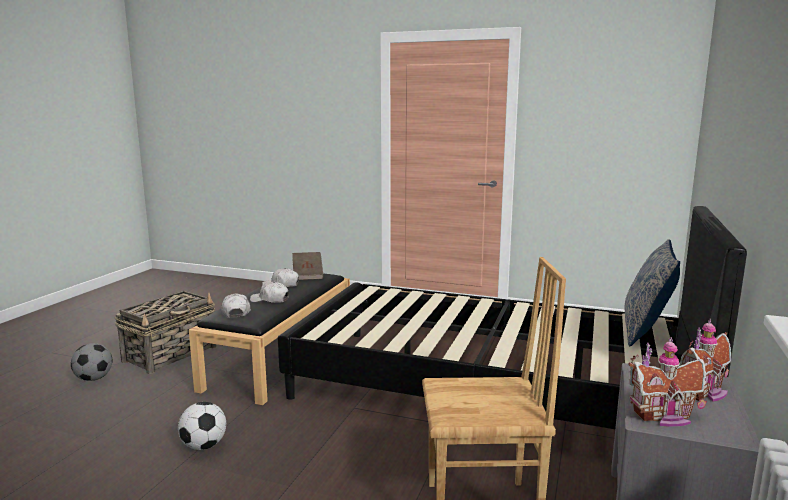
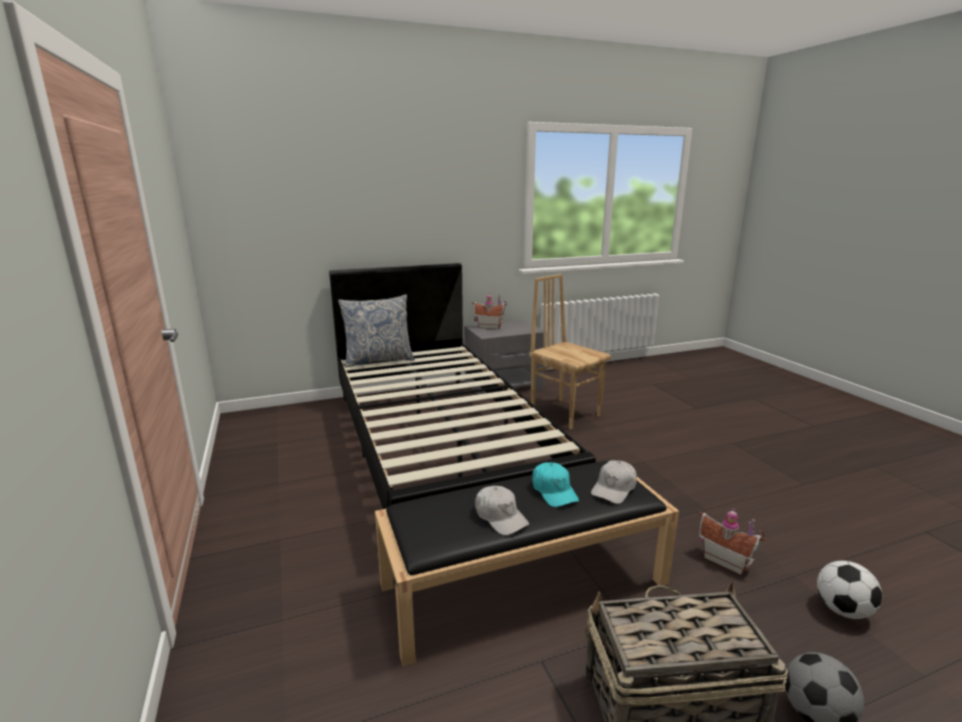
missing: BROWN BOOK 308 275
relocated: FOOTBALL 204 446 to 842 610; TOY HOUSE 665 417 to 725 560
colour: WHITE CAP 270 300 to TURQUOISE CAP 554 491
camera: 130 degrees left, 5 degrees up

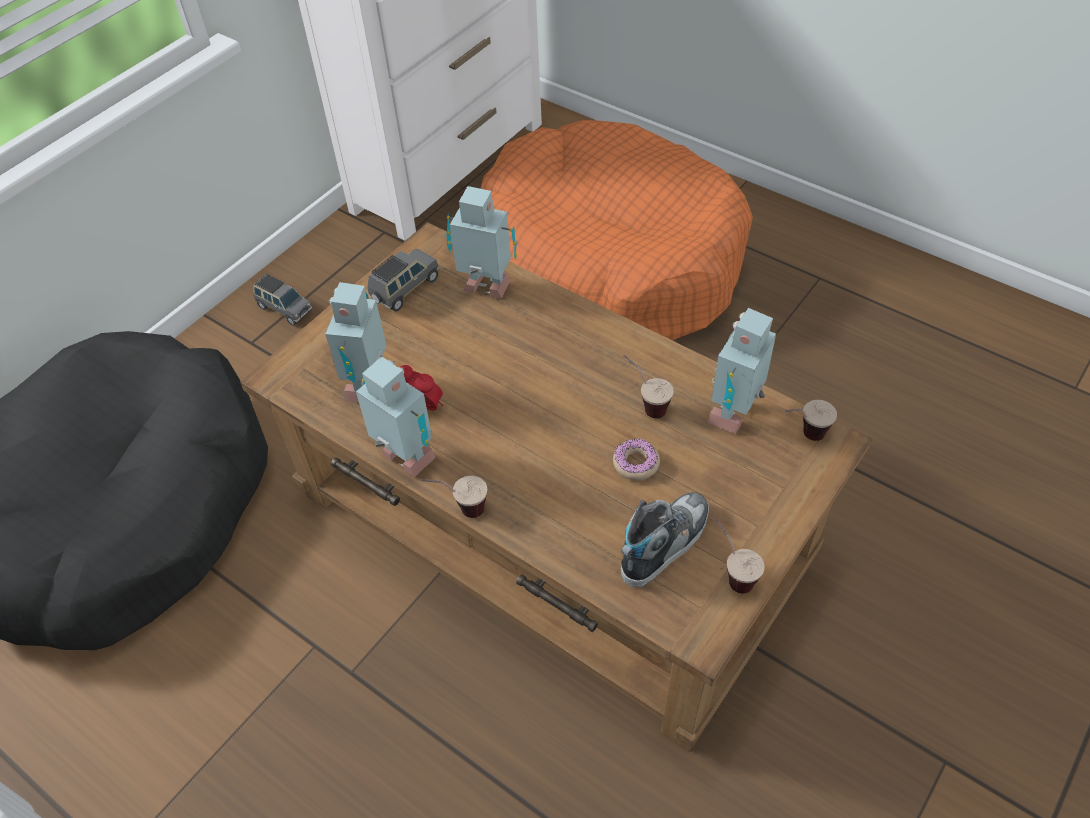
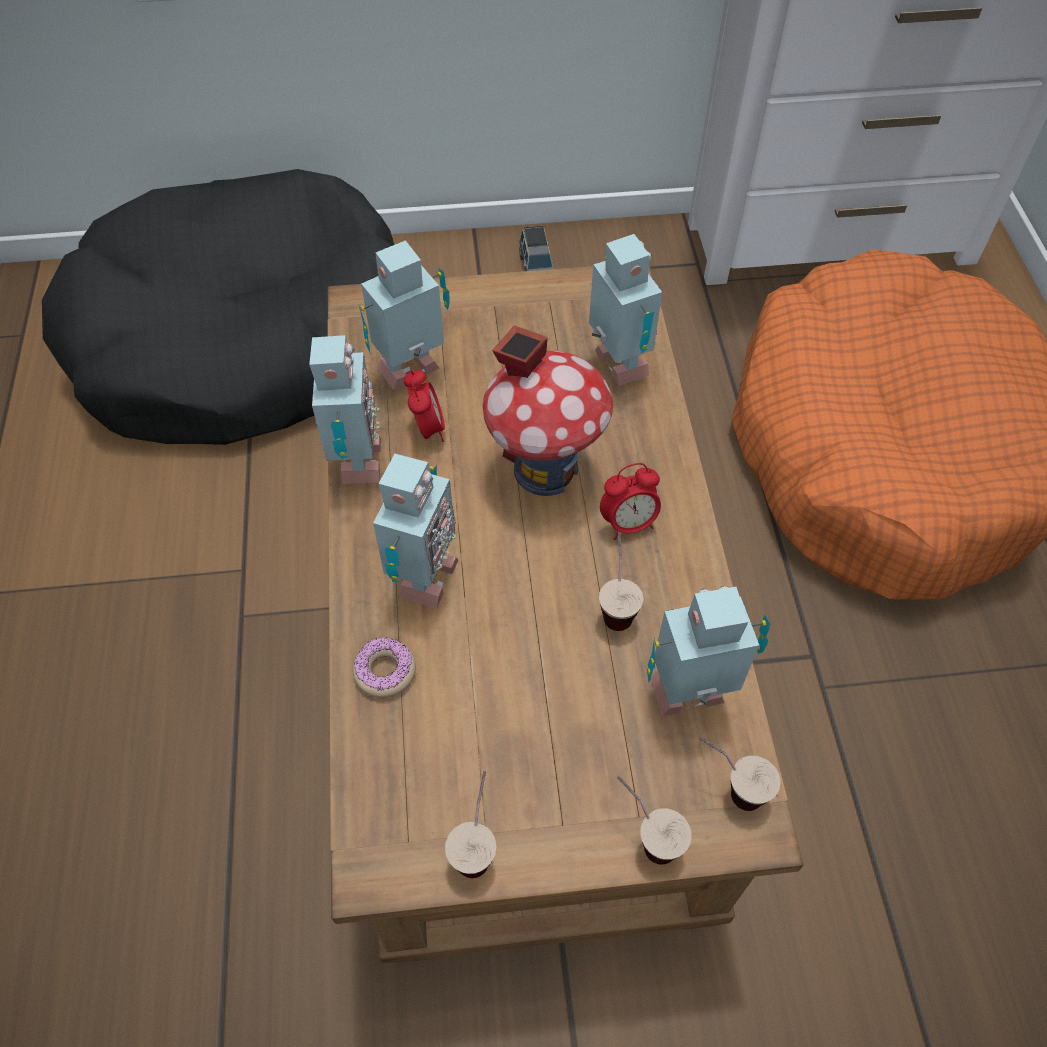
missing: GREY TOY CAR 404 289; SHOE 664 543
appeared: TOY ROBOT 422 579; TOY HOUSE 545 469; ALARM CLOCK 628 524
relocated: CUP 458 509 to 644 834; DONUT 636 463 to 385 671
camera: 45 degrees right, 5 degrees up

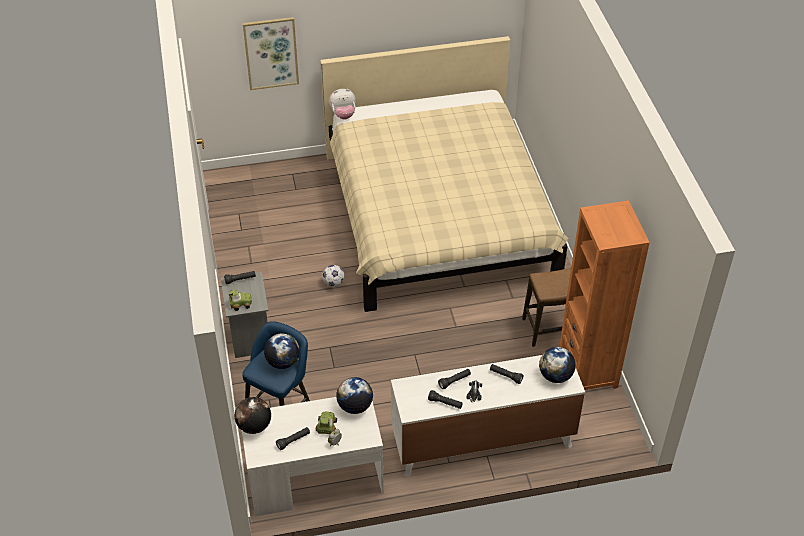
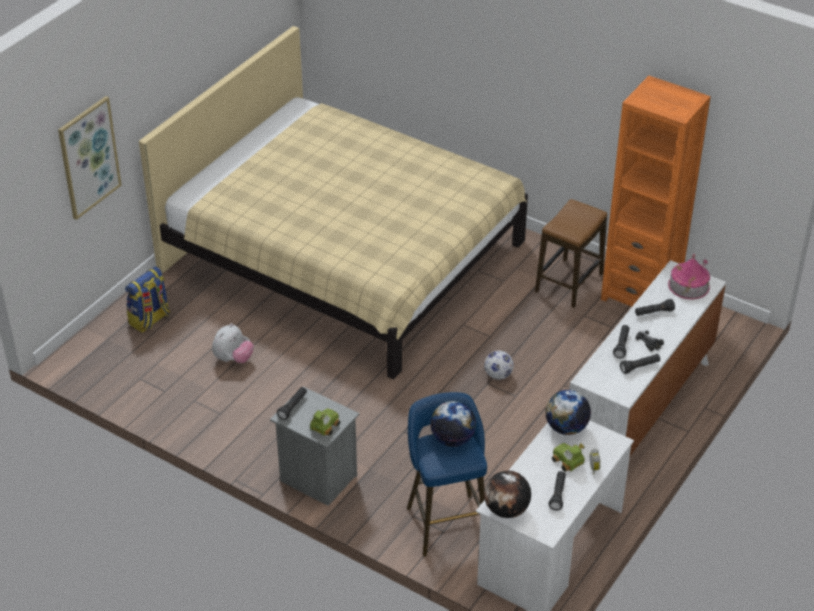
appeared: BACKPACK 150 320
relocated: FOOTBALL 333 283 to 498 375; PLUSH TOY 343 115 to 233 359
exchanged: GLOBE 555 376 to TOY HOUSE 688 285
camera: 45 degrees left, 5 degrees down

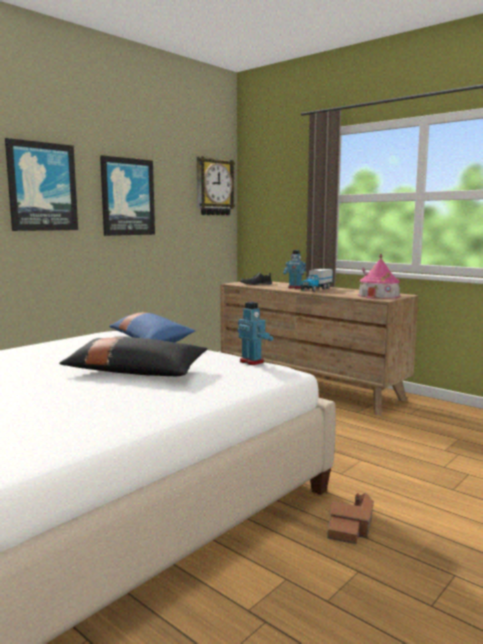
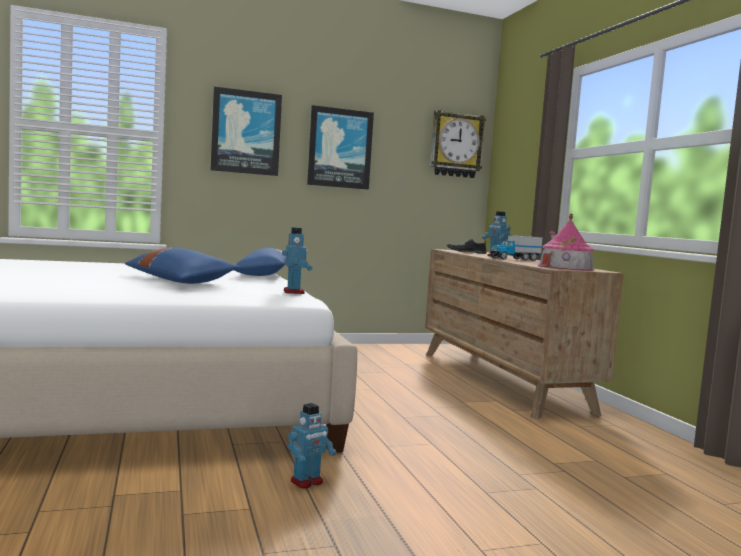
exchanged: TOY HOUSE 351 529 to TOY ROBOT 307 482
colour: BLACK PILLOW 135 371 to BLUE PILLOW 179 280
camera: 30 degrees right, 5 degrees down

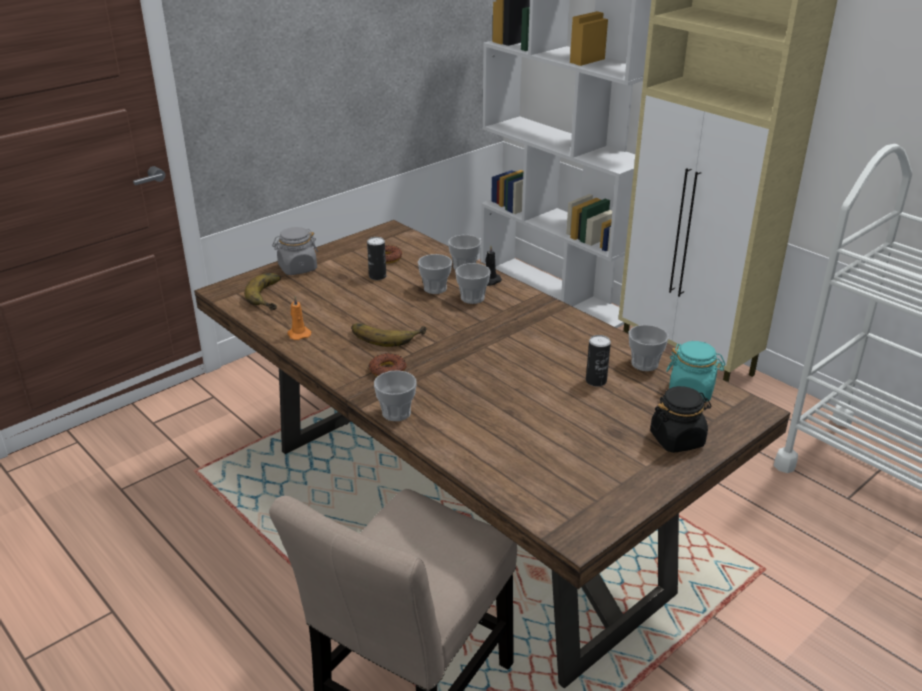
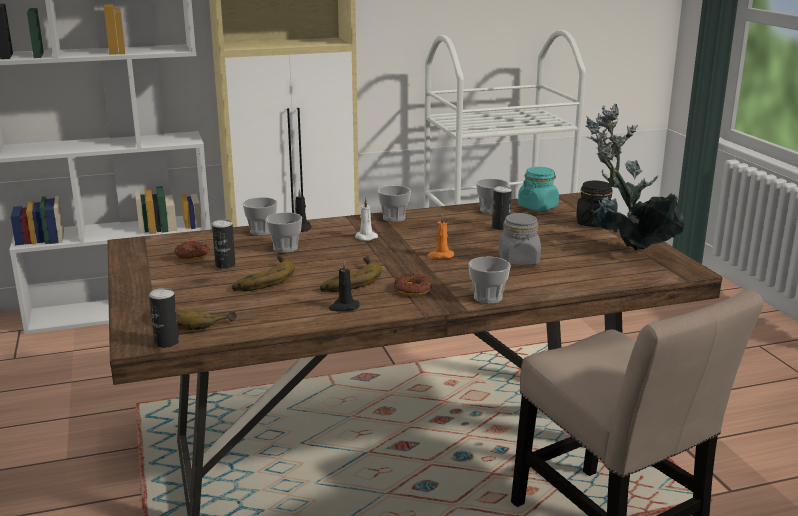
appeared: CAN 167 343; BANANA 261 279; BLACK CANDLE 343 307; WHITE CANDLE 365 237; POTTED PLANT 624 252
relocated: GREY JAR 297 268 to 519 260; ORANGE CANDLE 298 334 to 440 256; CUP 472 298 to 394 218
camera: 65 degrees left, 10 degrees down

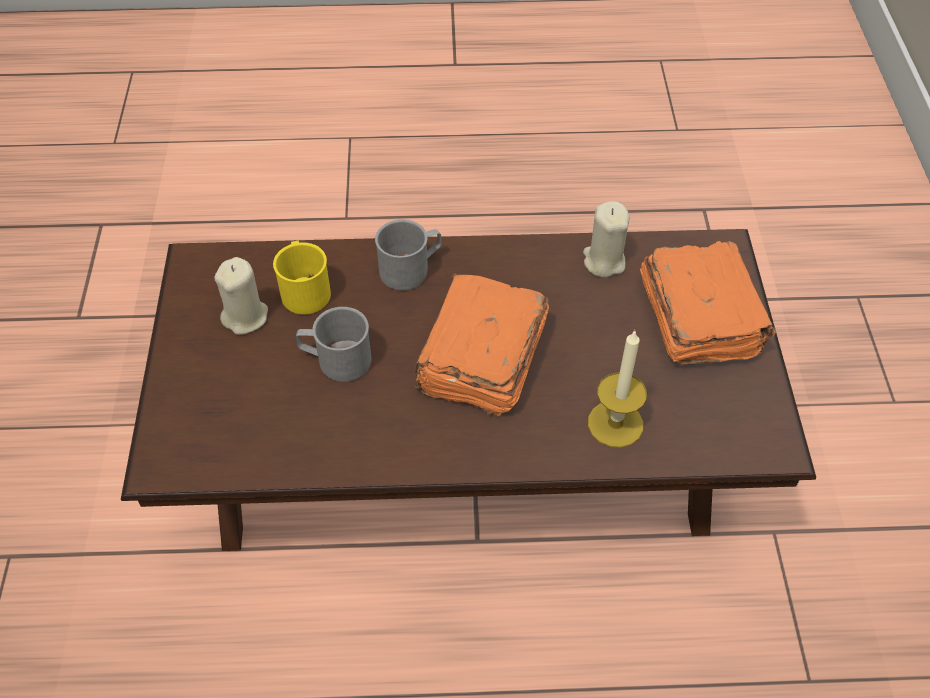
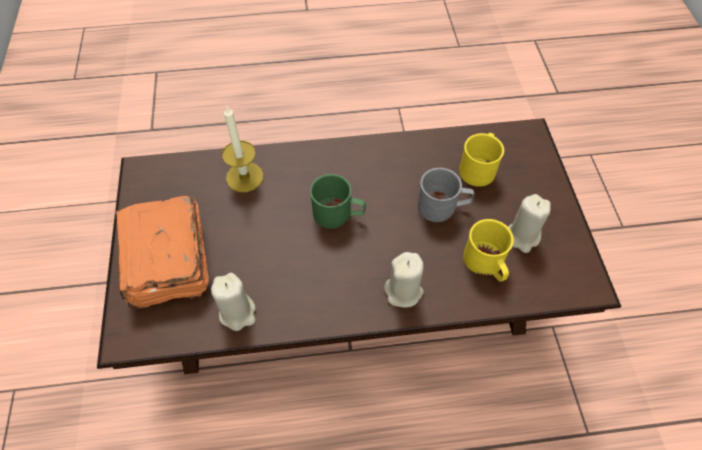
appeared: YELLOW MUG 479 167
exchanged: GREY MUG 411 269 to BEIGE CANDLE 403 291; ORANGE BOOK 480 360 to GREEN MUG 338 214
camera: 175 degrees right, 5 degrees up

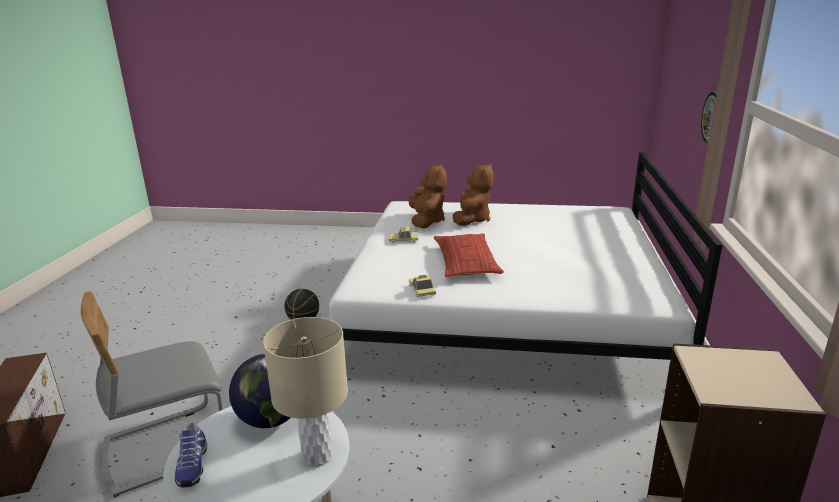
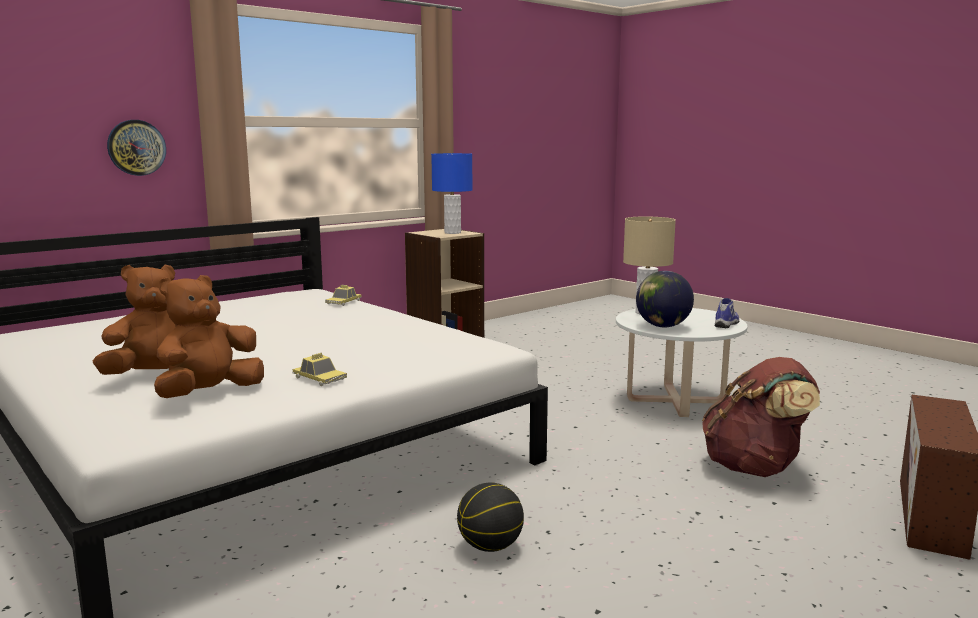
missing: PILLOW 466 261
appeared: BLUE TABLE LAMP 452 232
relocated: TOY CAR 422 290 to 343 302
exchanged: GREY CHAIR 165 447 to BROWN BACKPACK 755 468
camera: 140 degrees left, 10 degrees down

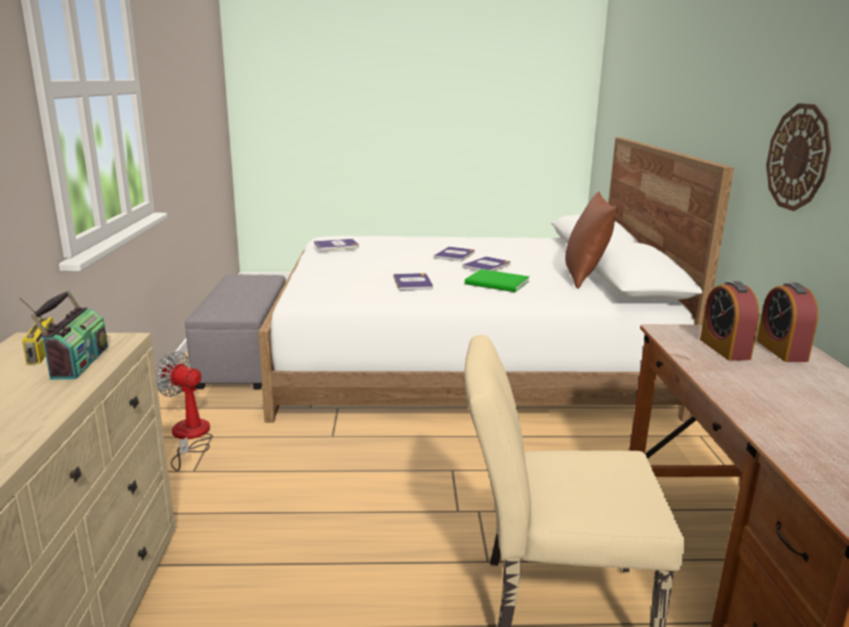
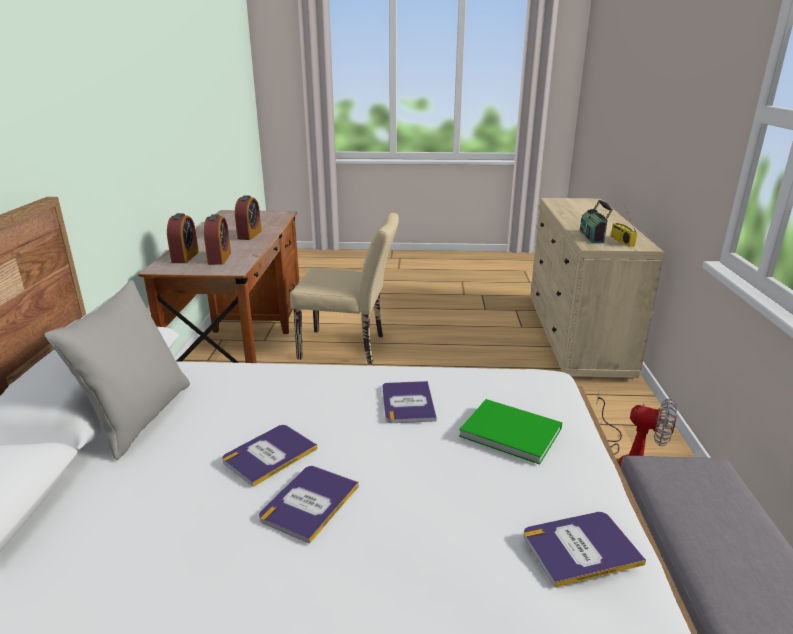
missing: WALL CLOCK 798 157
appeared: ALARM CLOCK 249 235
relocated: GREEN BOOK 498 283 to 509 430
colour: BROWN PILLOW 584 277 to GREY PILLOW 139 418
camera: 175 degrees left, 5 degrees up

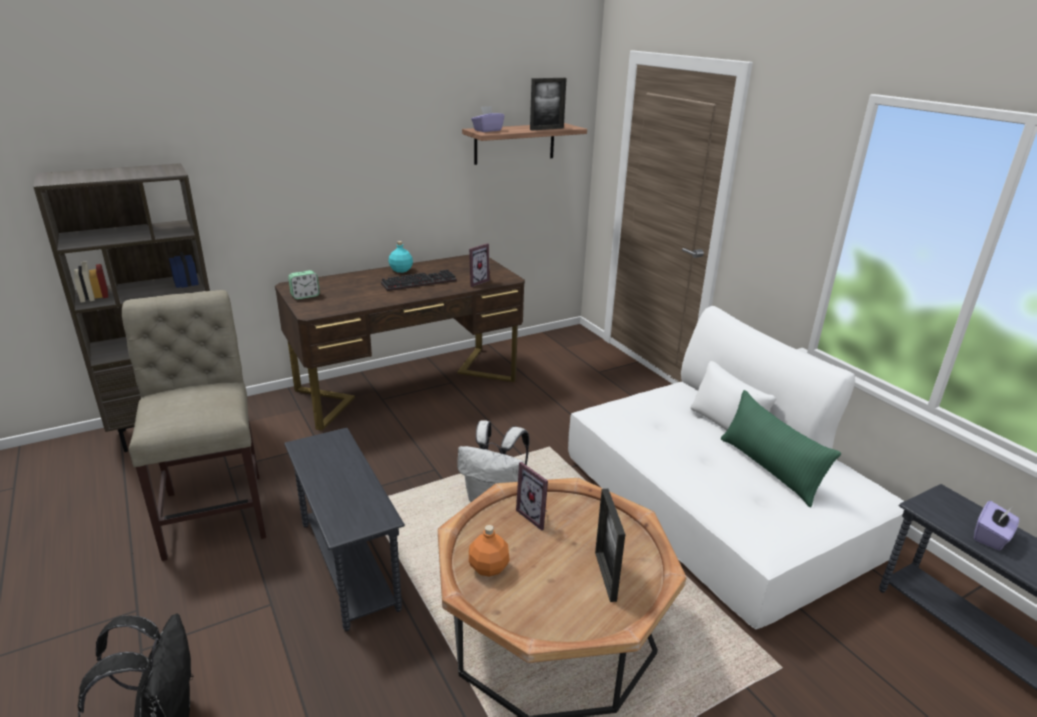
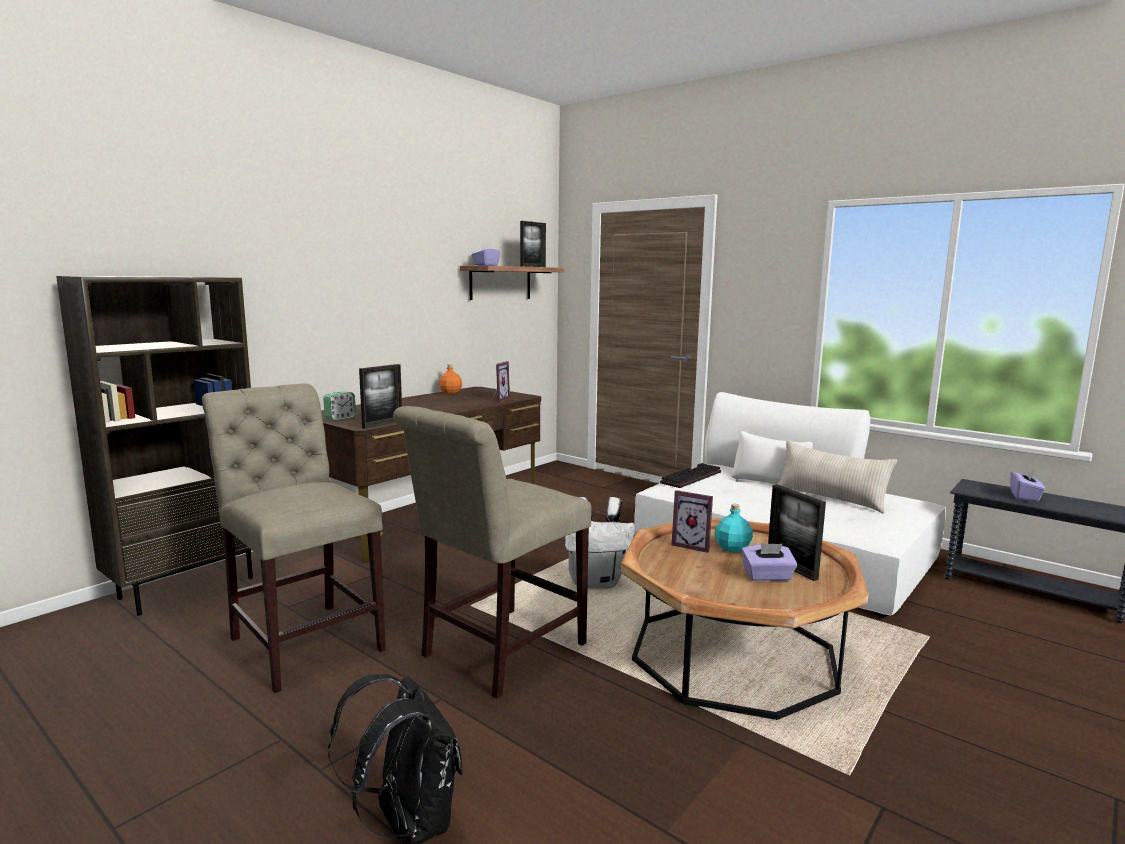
appeared: PICTURE FRAME 382 424; PURPLE TISSUE BOX 767 577
relocated: KEYBOARD 419 282 to 690 477; TURQUOISE BOTTLE 401 270 to 732 548; ORANGE BOTTLE 488 567 to 450 392
exchanged: GREY SIDE TABLE 348 565 to BEIGE CHAIR 496 653
colour: GREEN PILLOW 769 469 to BEIGE PILLOW 830 499
camera: 20 degrees left, 15 degrees down

